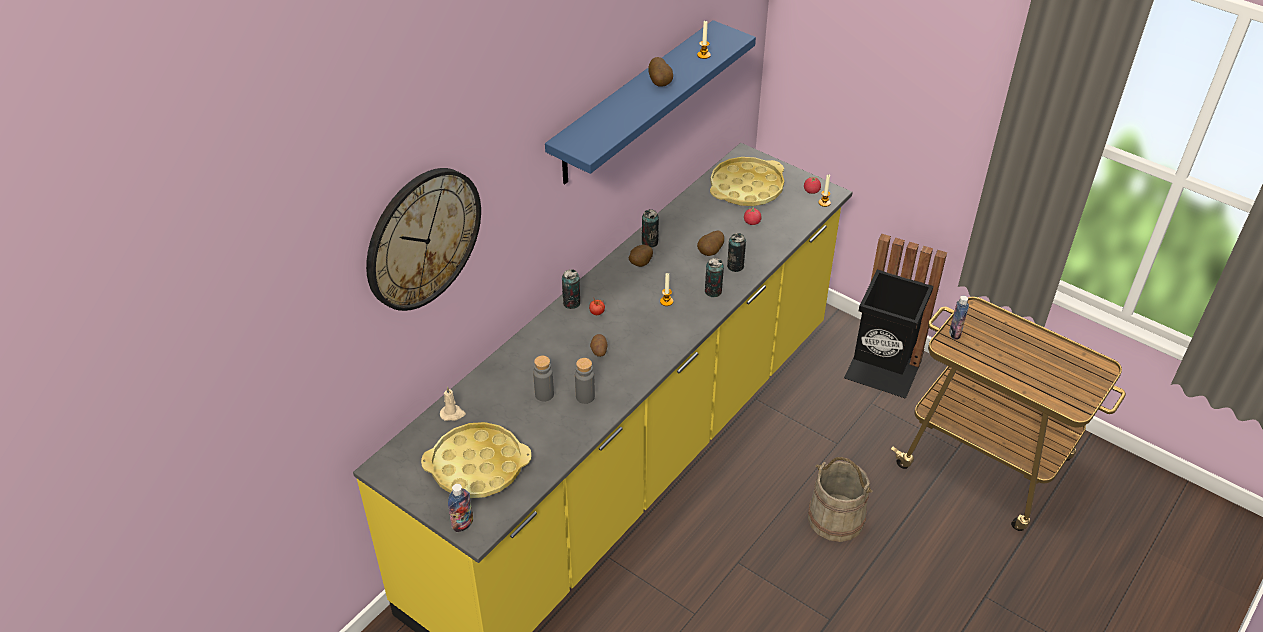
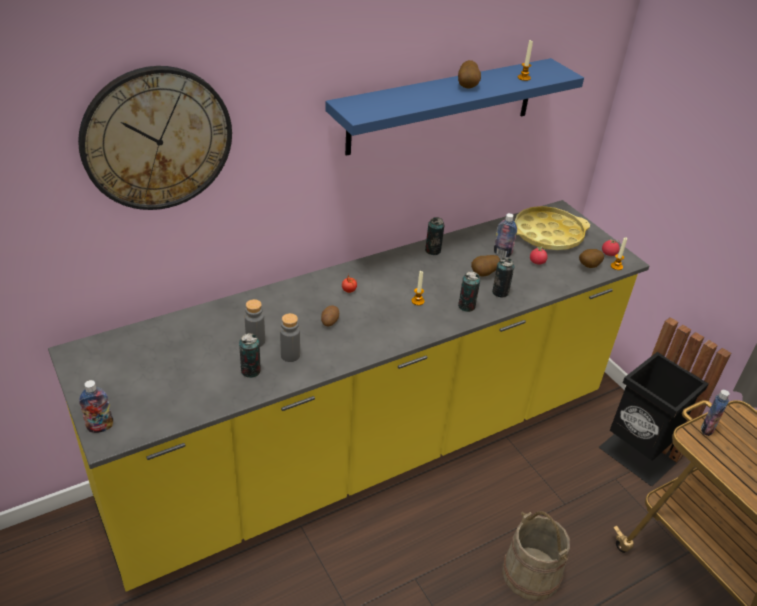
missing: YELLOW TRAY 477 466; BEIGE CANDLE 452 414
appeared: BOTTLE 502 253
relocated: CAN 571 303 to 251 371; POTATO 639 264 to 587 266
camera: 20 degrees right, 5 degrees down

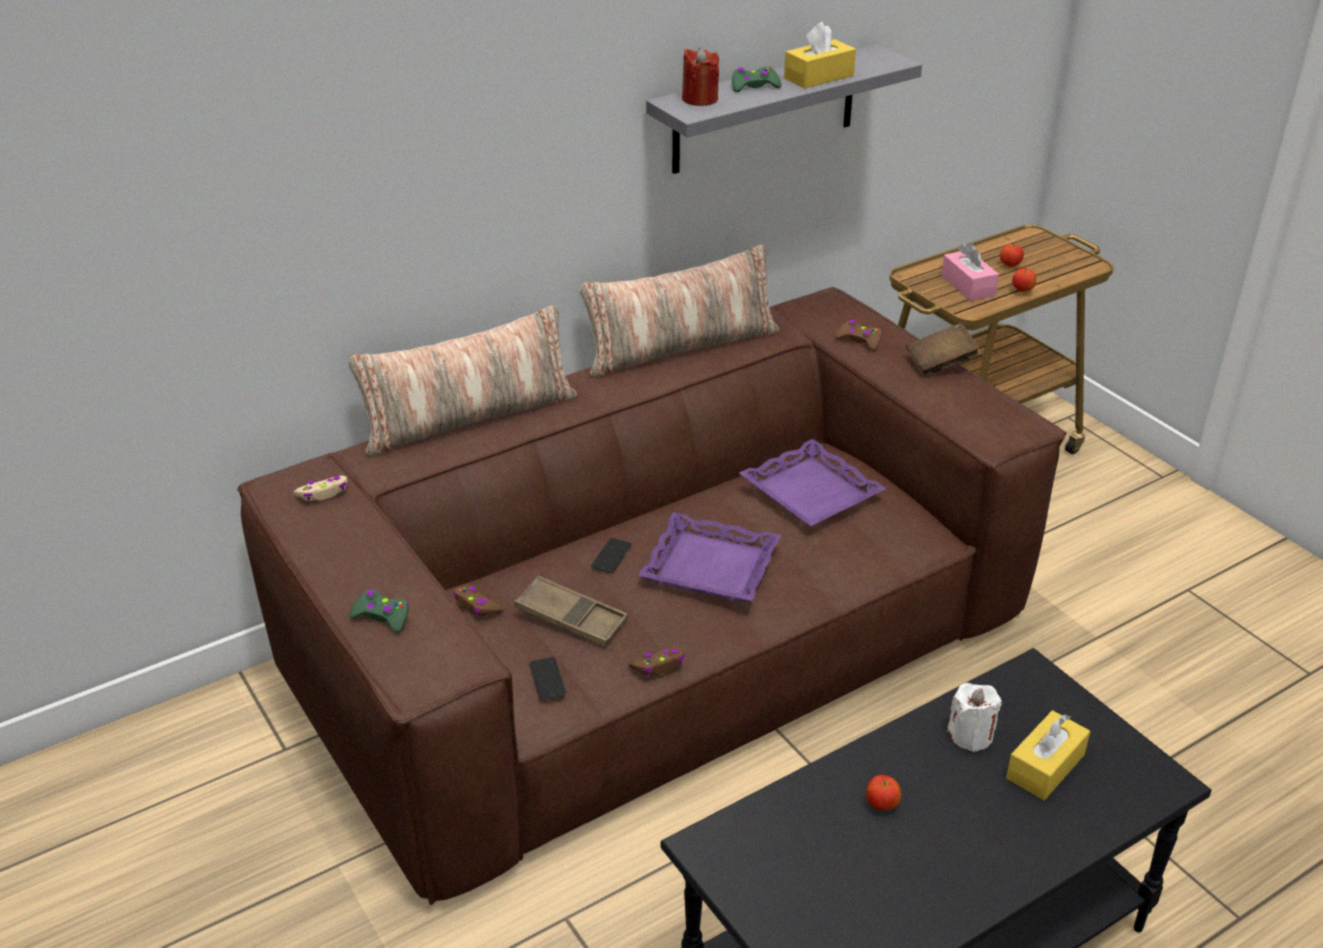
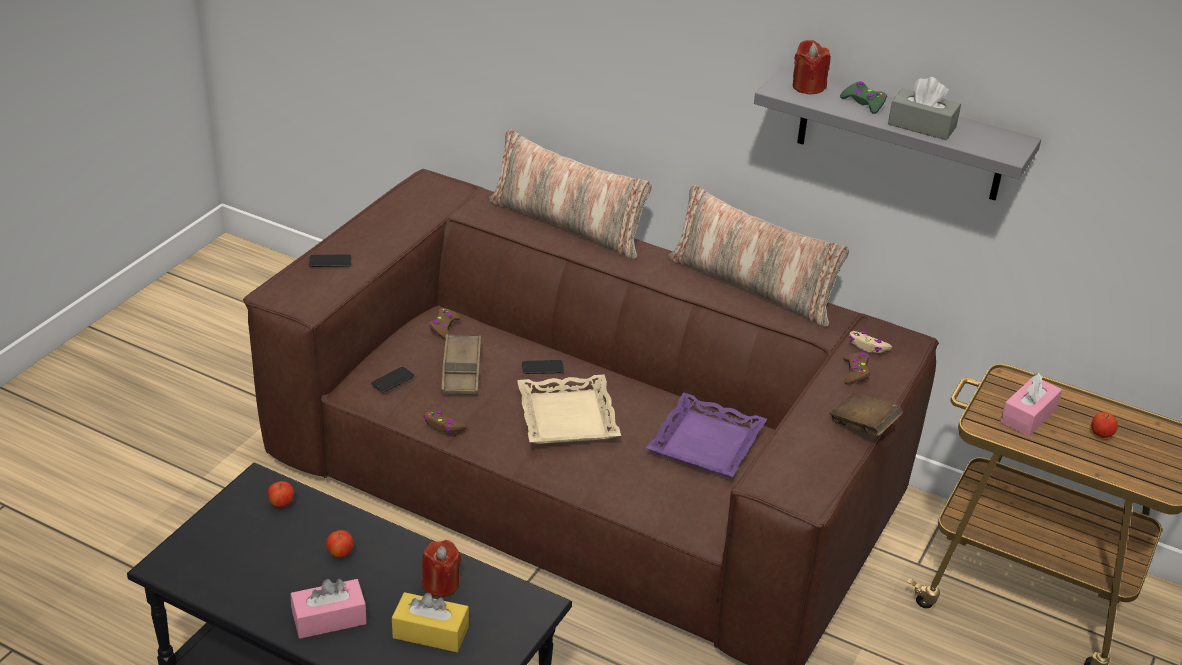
appeared: PINK TISSUE BOX 329 618
relocated: BEIGE GAME CONTROLLER 323 493 to 867 346; APPLE 1022 290 to 281 504
exchanged: GREEN GAME CONTROLLER 382 616 to PHONE 330 261
colour: PURPLE TRAY 711 566 to BEIGE TRAY 568 417; YELLOW TISSUE BOX 819 77 to GREY TISSUE BOX 922 126; WHITE CANDLE 971 735 to RED CANDLE 441 584
camera: 60 degrees right, 0 degrees up

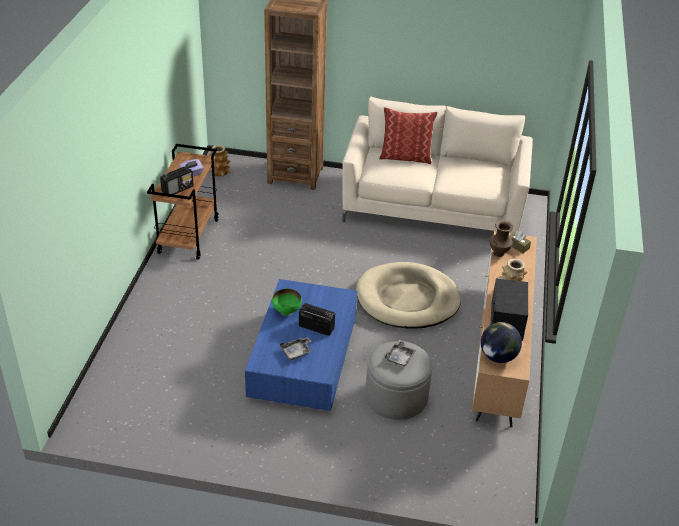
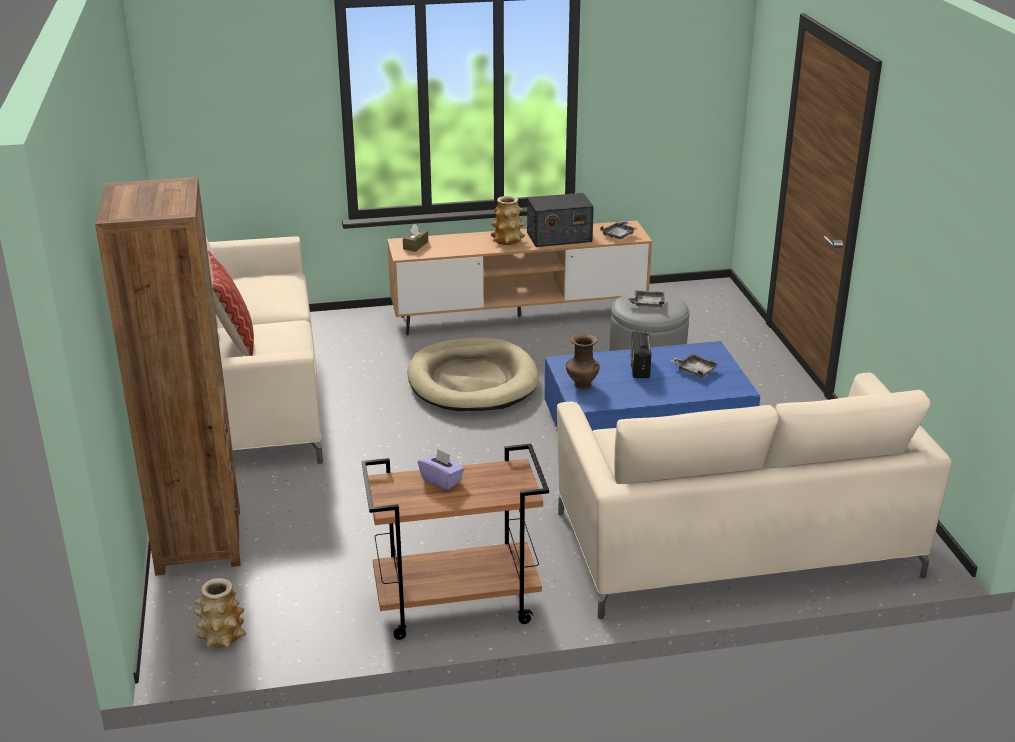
missing: RADIO 178 189; GREEN BOWL 287 311
appeared: BEIGE SOFA 735 544
relocated: BROWN VASE 499 253 to 581 385
exchanged: GLOBE 498 357 to GREY TRAY 619 235
camera: 110 degrees left, 10 degrees down

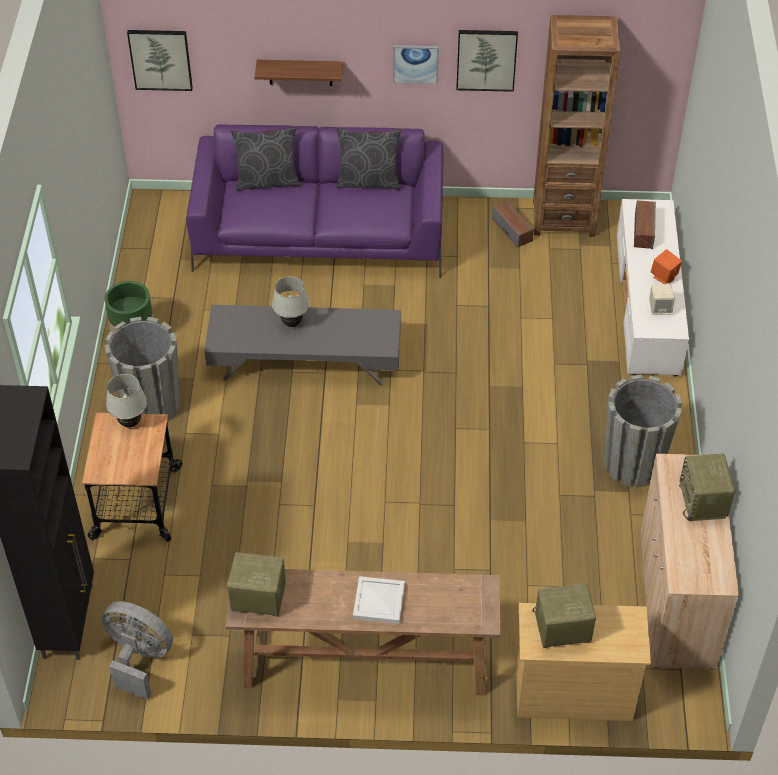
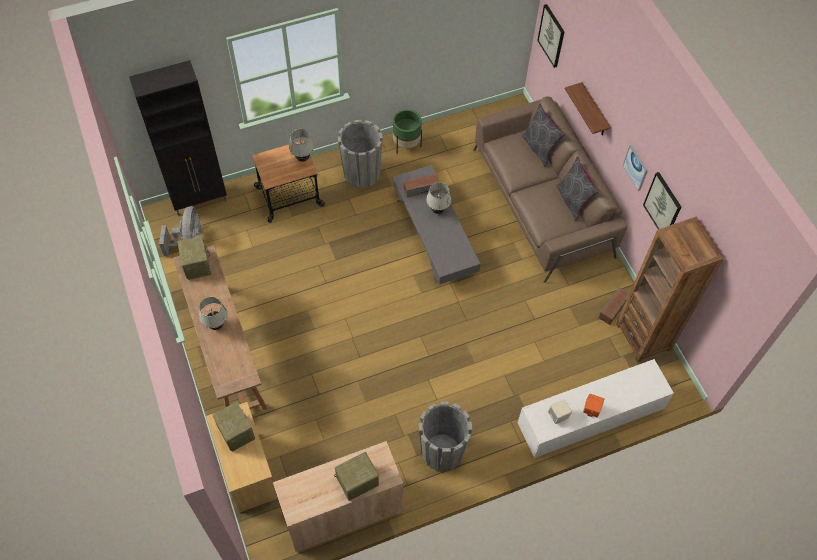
relocated: SPEAKER 643 230 to 421 188
exchanged: WHITE TRAY 378 602 to WHITE TABLE LAMP 216 325
colour: PURPLE SOFA 319 234 to BROWN SOFA 542 202
camera: 65 degrees right, 10 degrees up

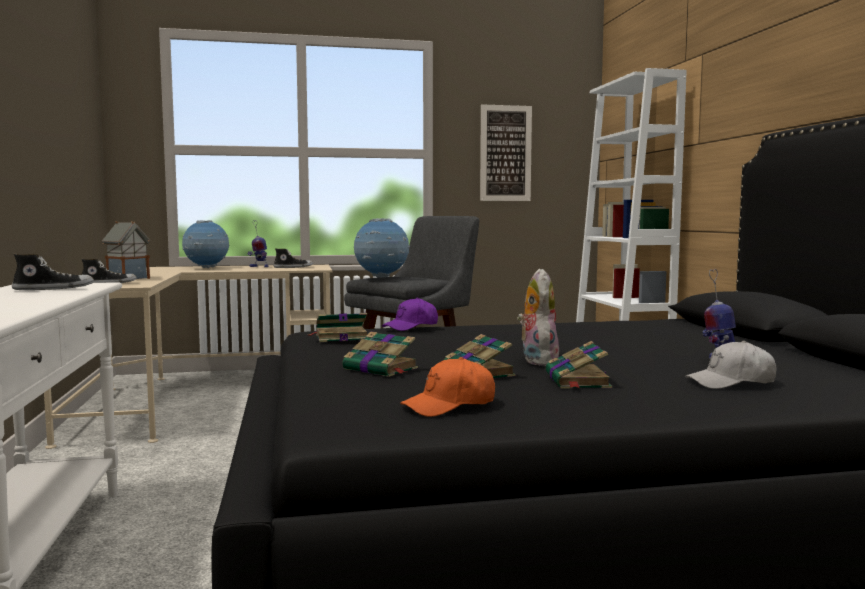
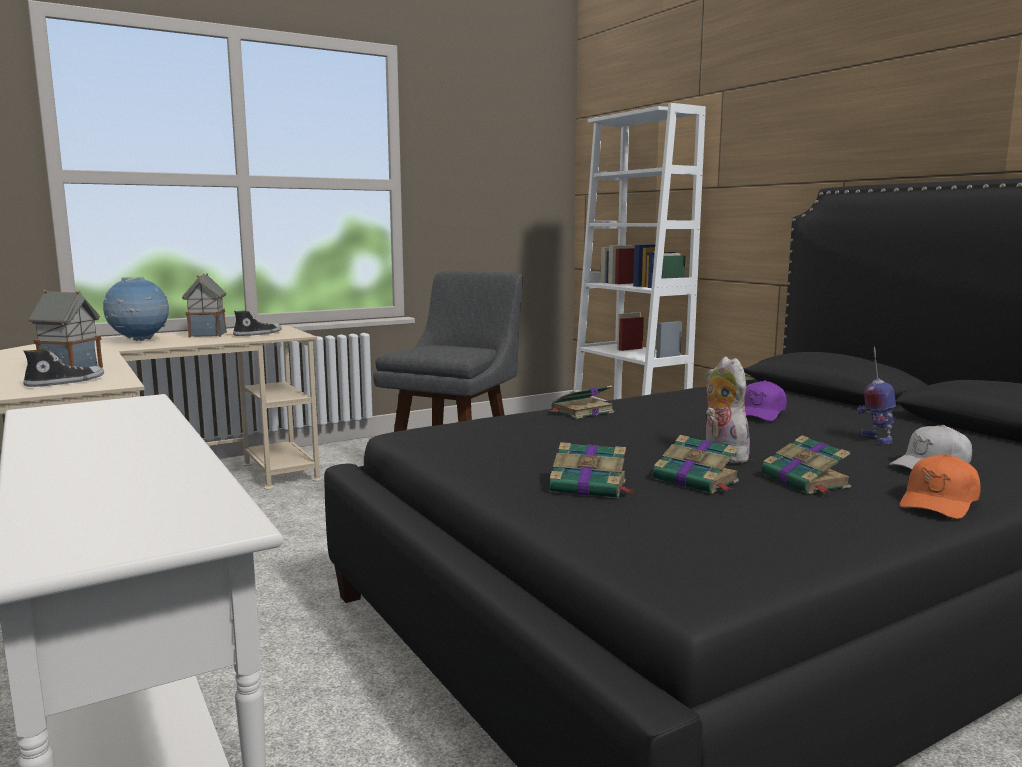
missing: SHOE 54 289; GLOBE 381 277; PICTURE 505 153
relocated: BOOK 339 337 to 581 412; PURPLE CAP 411 326 to 760 414; ORANGE CAP 449 405 to 939 503
exchanged: TOY ROBOT 259 266 to TOY HOUSE 207 334
camera: 20 degrees left, 5 degrees up

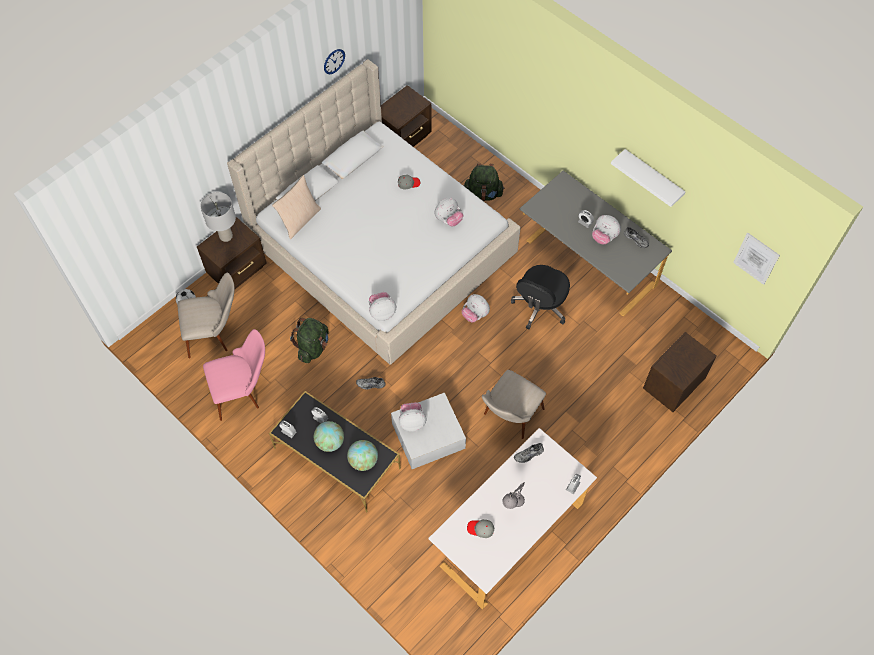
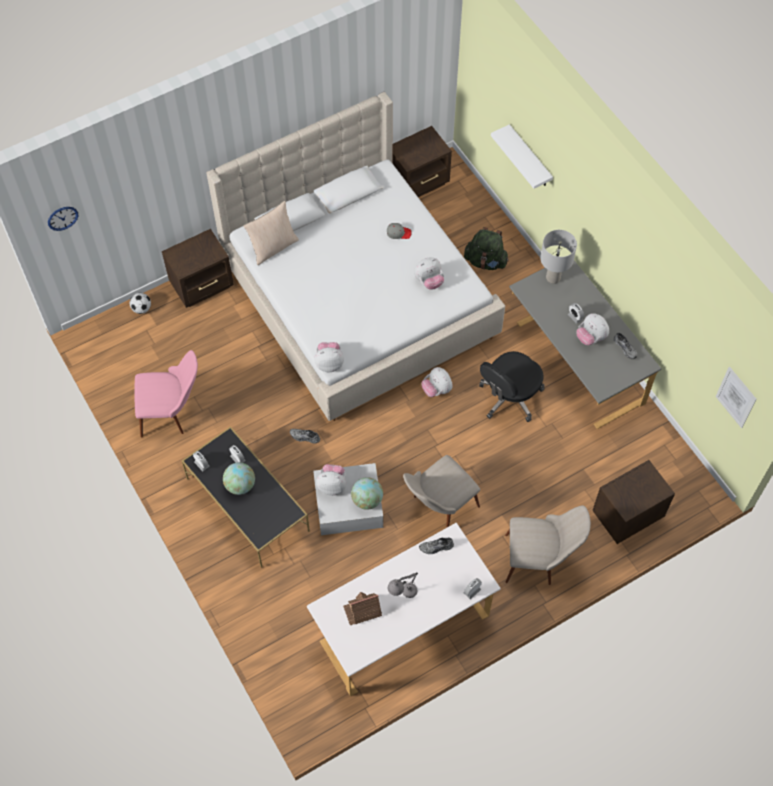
missing: GREEN BACKPACK 313 347
relocated: BEIGE CHAIR 215 333 to 539 559; GREY TABLE LAMP 226 236 to 553 278; WALL CLOCK 334 61 to 62 218; GLOBE 363 461 to 367 500; WHITE SHELF 652 177 to 529 157
exchanged: GREY CAP 480 529 to TOY HOUSE 362 610
camera: 15 degrees right, 0 degrees up

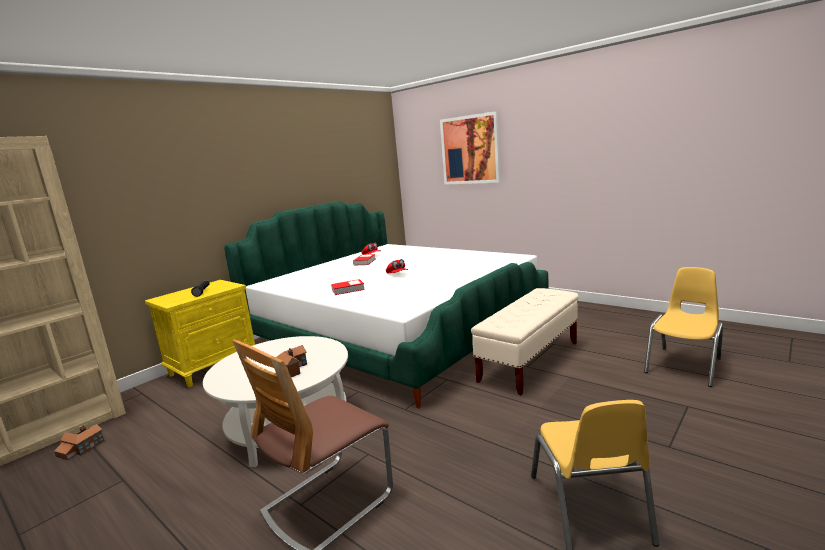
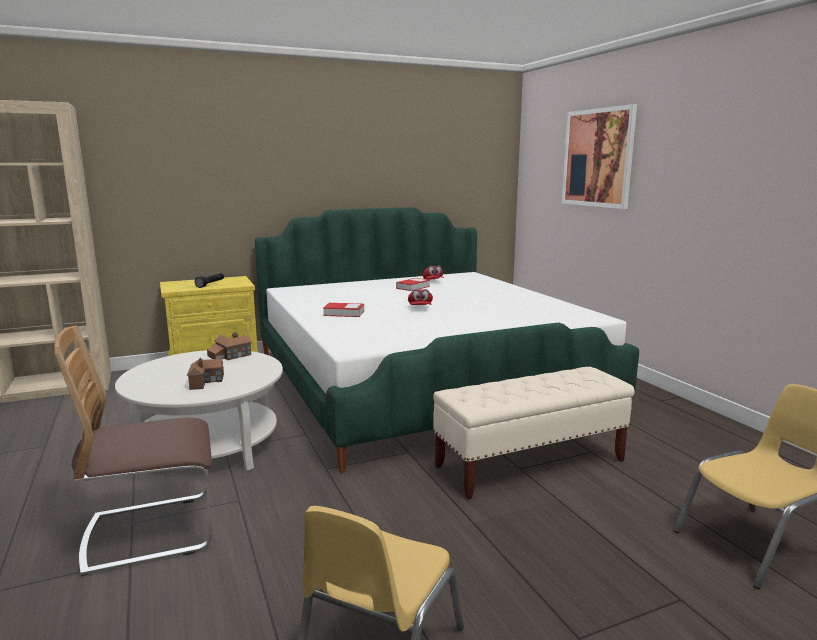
relocated: TOY HOUSE 80 448 to 229 355
camera: 25 degrees right, 0 degrees up

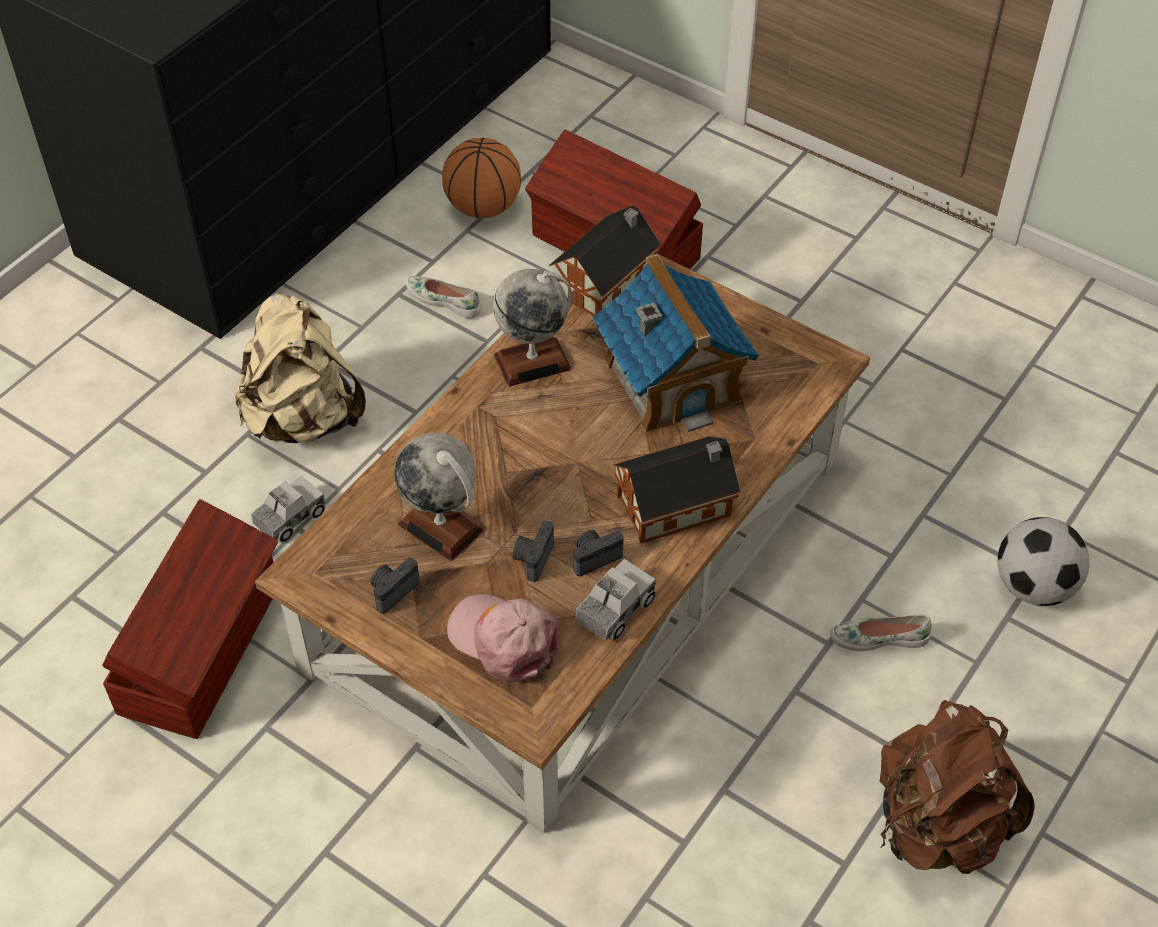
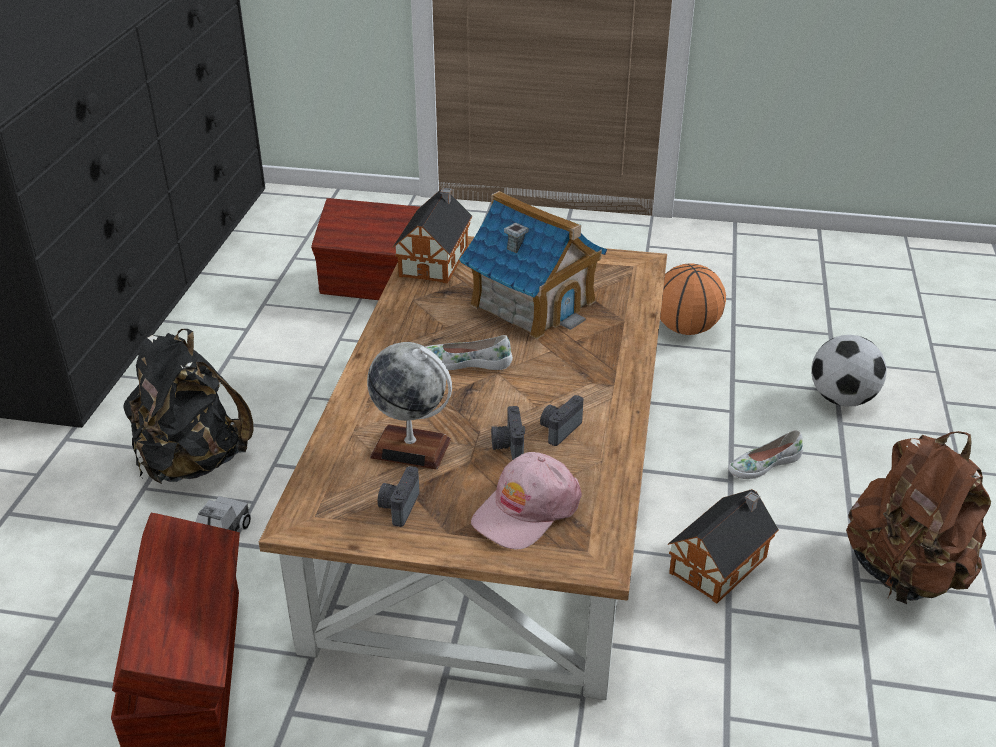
missing: GLOBE 532 362; TOY TRUCK 615 609
relocated: WHITE SHOE 444 300 to 465 362; BASKETBALL 483 207 to 686 329; TOY HOUSE 678 504 to 721 563
colour: BEIGE BACKPACK 303 418 to BLACK BACKPACK 192 461
spun: PINK CAP 504 640 = 526 510 60 degrees counterclockwise
camera: 25 degrees left, 15 degrees down

